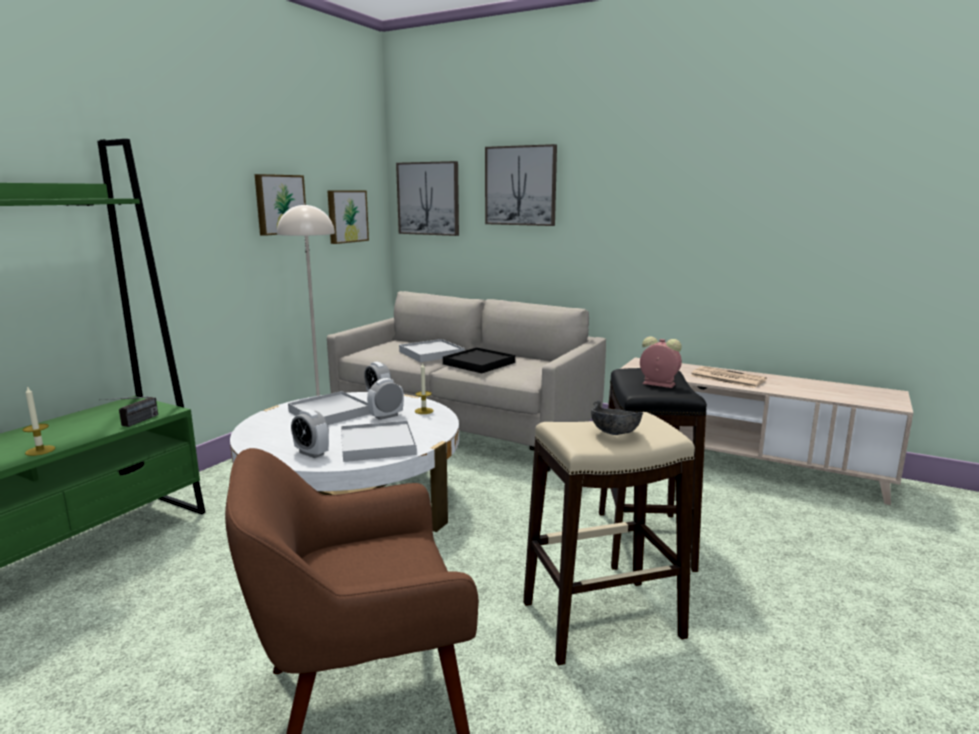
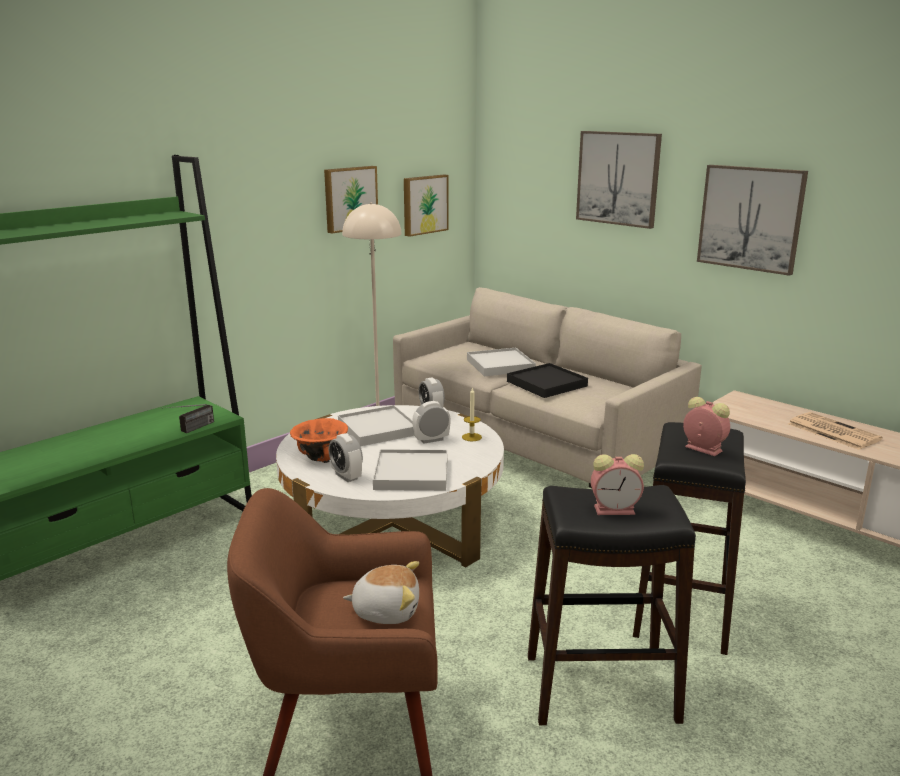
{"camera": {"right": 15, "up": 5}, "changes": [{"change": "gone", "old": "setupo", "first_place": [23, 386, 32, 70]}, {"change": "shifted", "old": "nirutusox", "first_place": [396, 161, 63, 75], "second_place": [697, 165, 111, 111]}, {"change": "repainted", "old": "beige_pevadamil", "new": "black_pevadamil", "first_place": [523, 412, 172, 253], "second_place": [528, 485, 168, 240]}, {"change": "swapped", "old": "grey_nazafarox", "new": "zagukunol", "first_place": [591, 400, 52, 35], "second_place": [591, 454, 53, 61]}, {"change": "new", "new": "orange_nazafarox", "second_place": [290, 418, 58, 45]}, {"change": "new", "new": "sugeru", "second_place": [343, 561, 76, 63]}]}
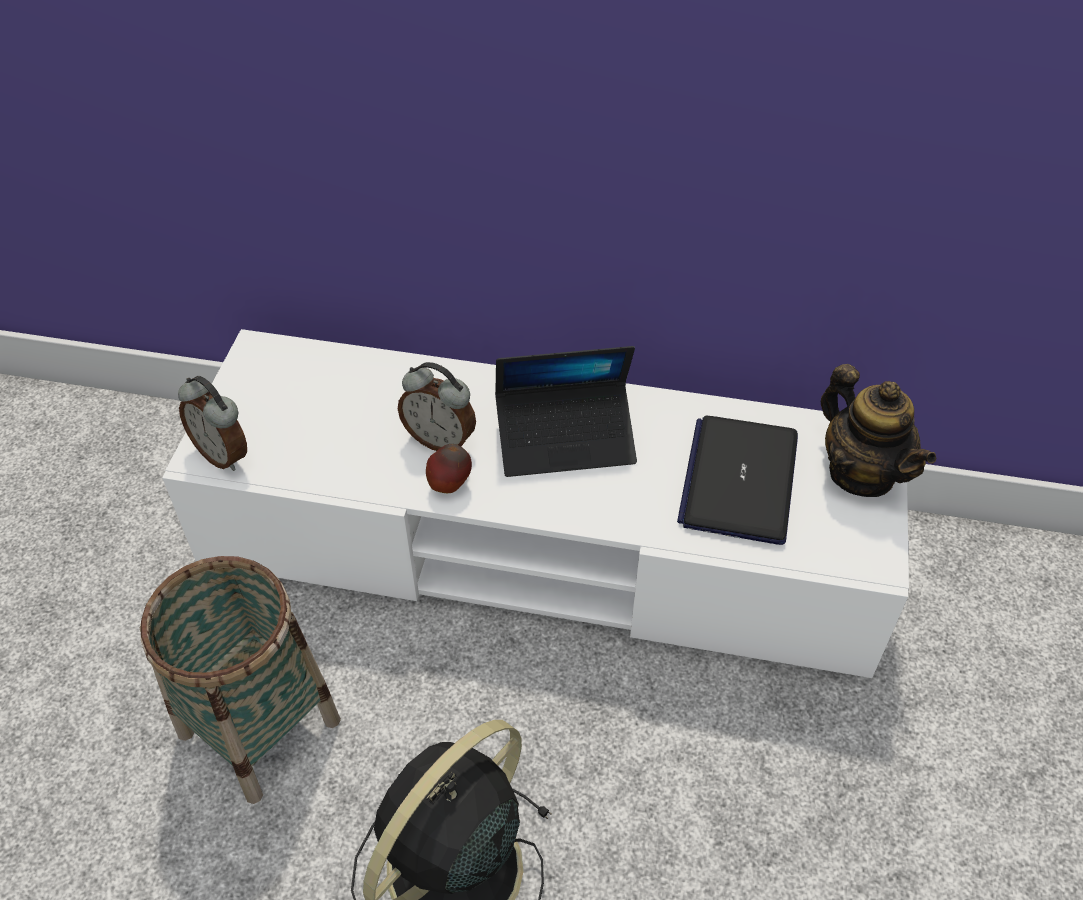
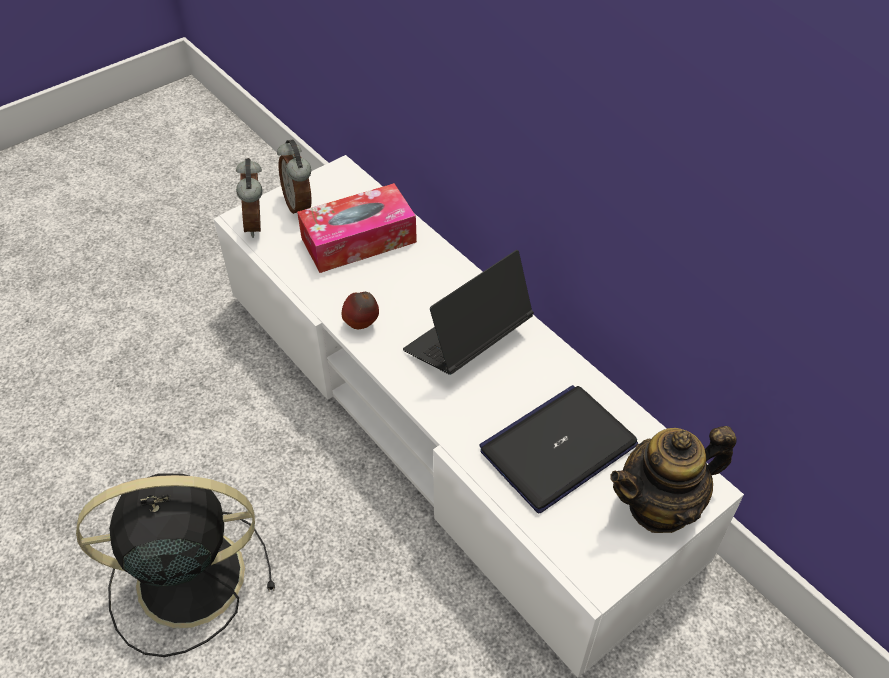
{"camera": {"right": 40, "up": 0}, "changes": [{"change": "gone", "old": "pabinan", "first_place": [140, 556, 201, 248]}, {"change": "shifted", "old": "zagukunol", "first_place": [398, 362, 78, 89], "second_place": [277, 139, 35, 75]}, {"change": "rotated", "old": "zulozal", "first_place": [495, 346, 142, 131], "second_place": [403, 250, 131, 125], "degrees": 105}, {"change": "rotated", "old": "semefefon", "first_place": [821, 364, 115, 133], "second_place": [610, 426, 127, 107], "degrees": 60}, {"change": "new", "new": "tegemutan", "second_place": [297, 183, 120, 90]}]}
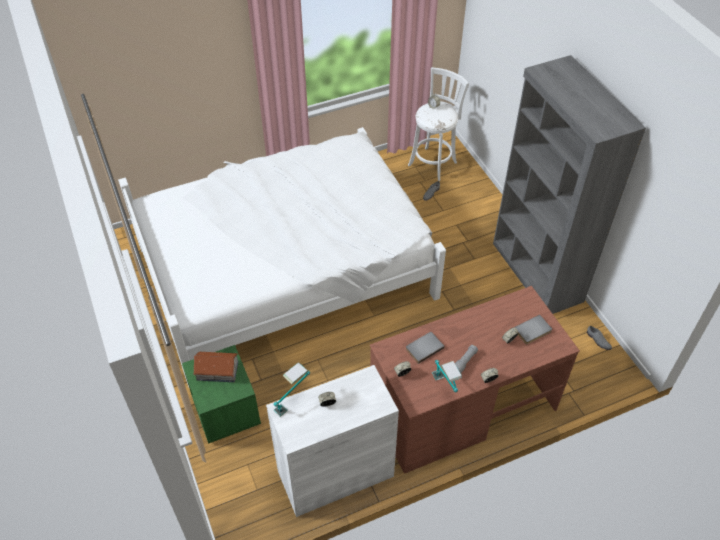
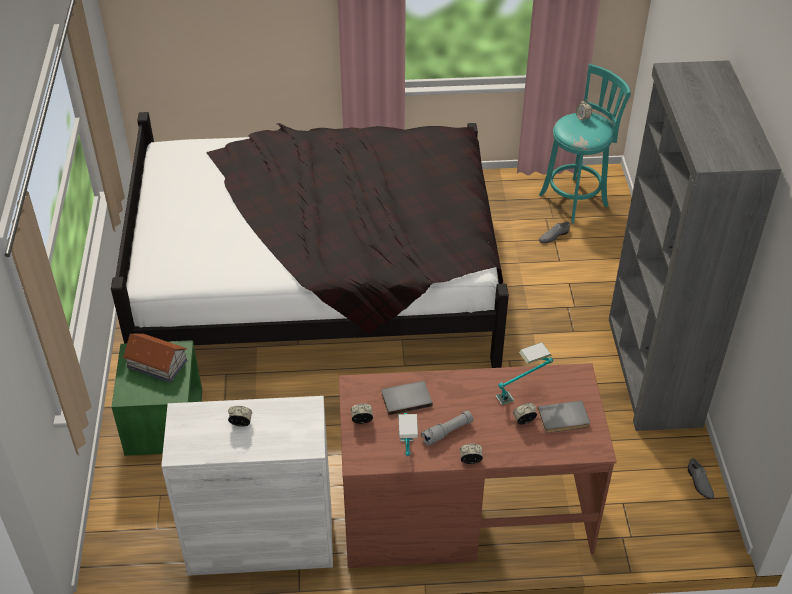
{"camera": {"right": 20, "up": -5}, "changes": [{"change": "repainted", "old": "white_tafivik", "new": "black_tafivik", "first_place": [118, 127, 328, 260], "second_place": [111, 112, 398, 256]}, {"change": "shifted", "old": "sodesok", "first_place": [273, 362, 37, 55], "second_place": [496, 342, 57, 63]}, {"change": "repainted", "old": "white_pevadamil", "new": "turquoise_pevadamil", "first_place": [408, 67, 61, 114], "second_place": [539, 64, 92, 159]}]}
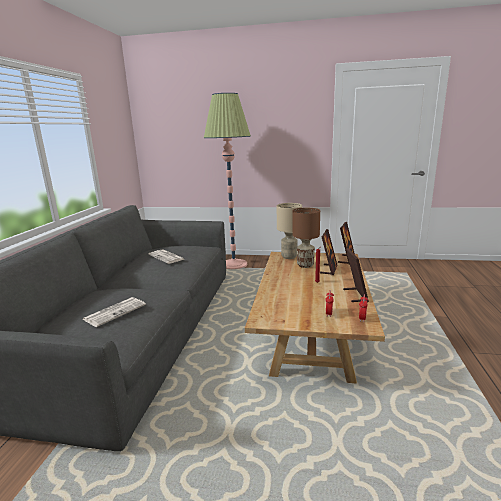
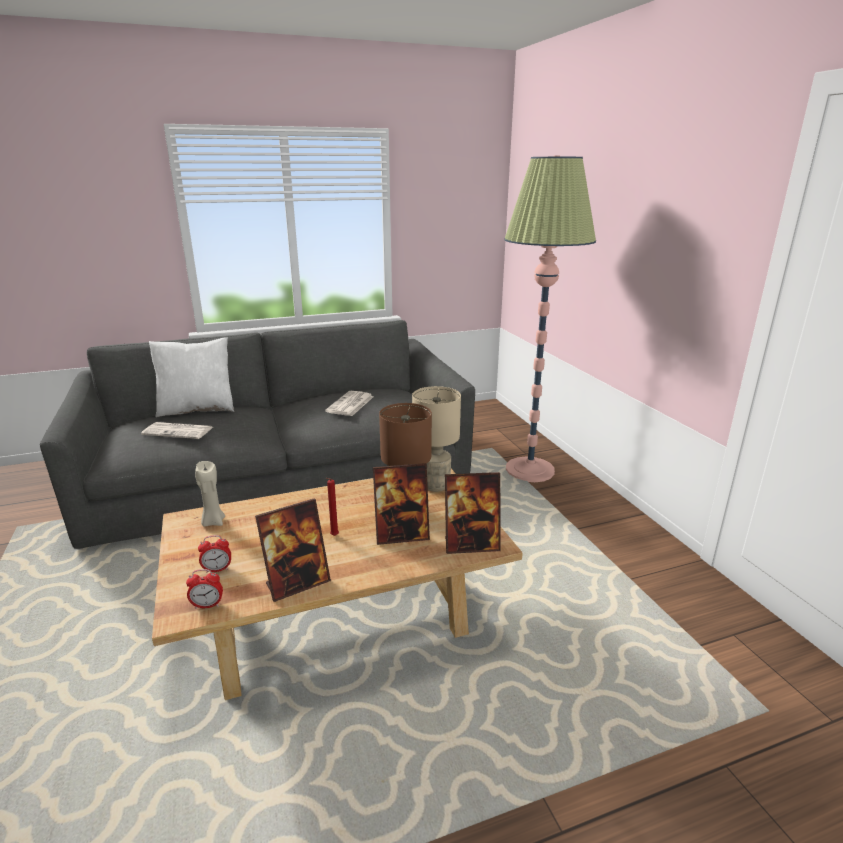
{"camera": {"right": 60, "up": 5}, "changes": [{"change": "new", "new": "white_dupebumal", "second_place": [149, 337, 85, 80]}, {"change": "new", "new": "beige_setupo", "second_place": [195, 461, 30, 66]}]}
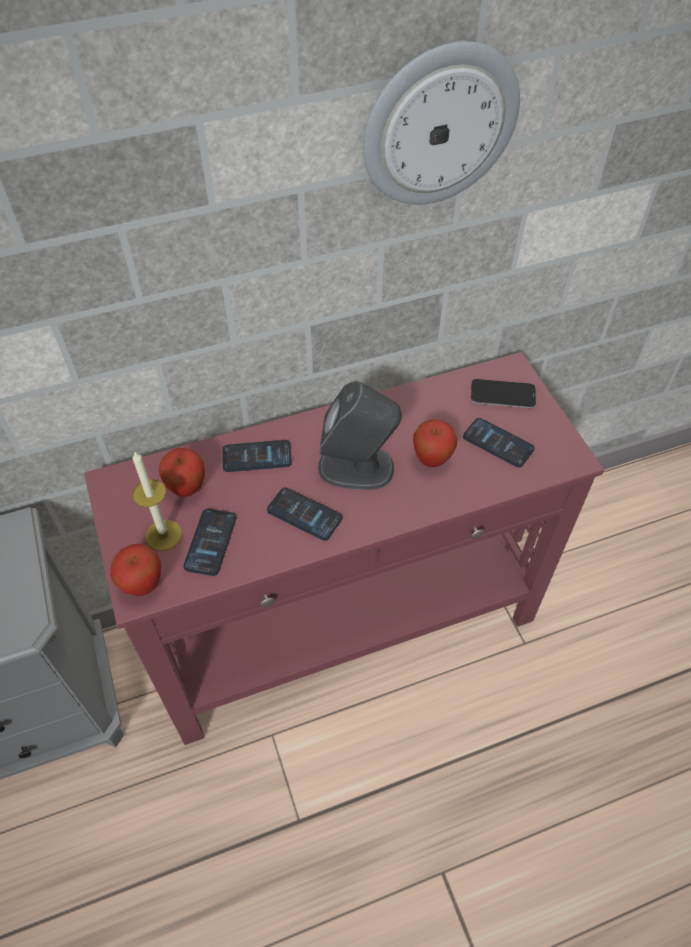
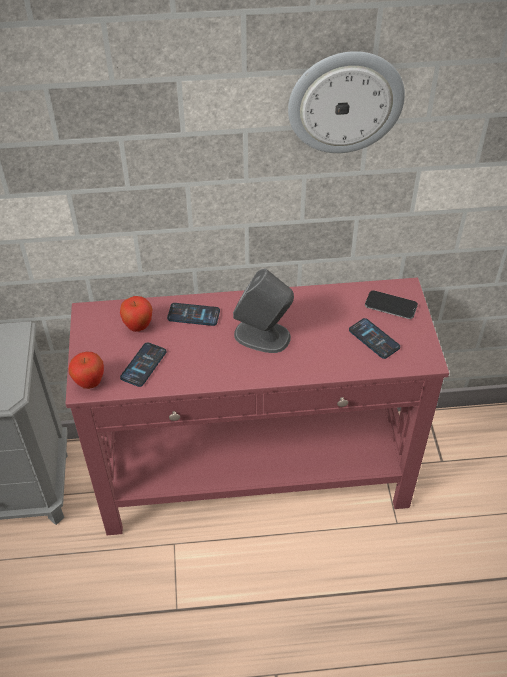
{"camera": {"right": 15, "up": -5}, "changes": [{"change": "gone", "old": "setupo", "first_place": [132, 451, 50, 100]}, {"change": "gone", "old": "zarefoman", "first_place": [267, 488, 75, 52]}, {"change": "gone", "old": "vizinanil", "first_place": [413, 419, 44, 48]}]}
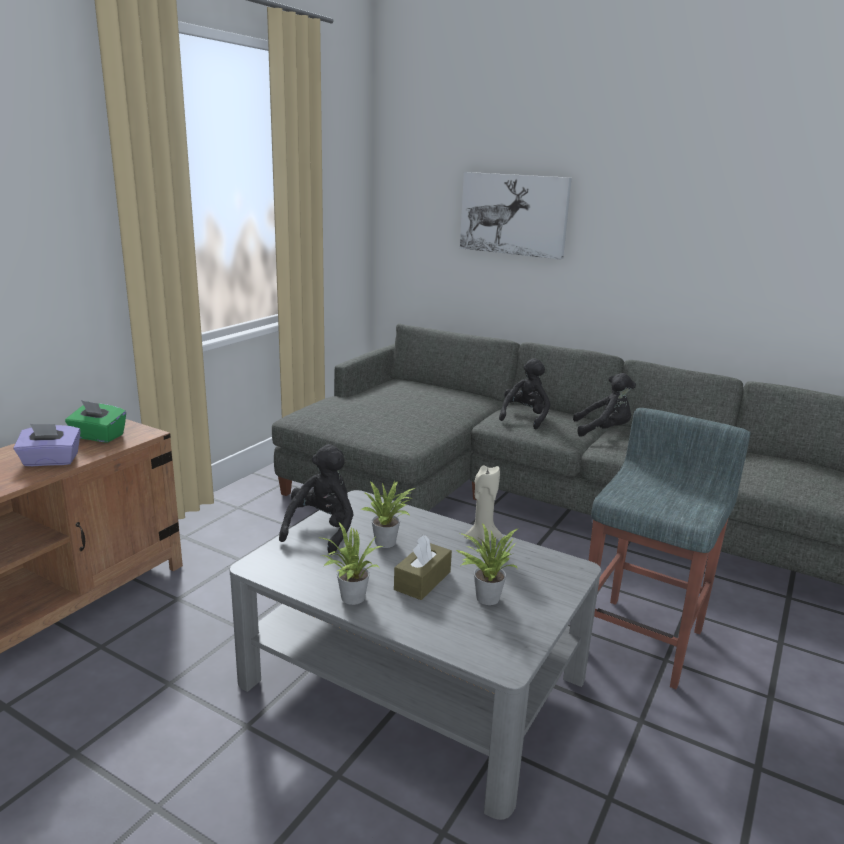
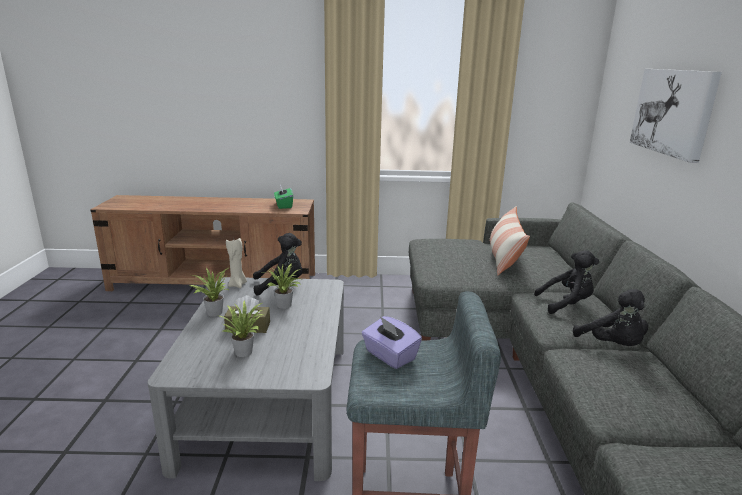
{"camera": {"right": 60, "up": 0}, "changes": [{"change": "shifted", "old": "purple_tegemutan", "first_place": [14, 424, 67, 42], "second_place": [362, 316, 60, 53]}, {"change": "shifted", "old": "beige_setupo", "first_place": [464, 466, 39, 78], "second_place": [226, 236, 21, 52]}, {"change": "new", "new": "dupebumal", "second_place": [489, 206, 41, 70]}]}
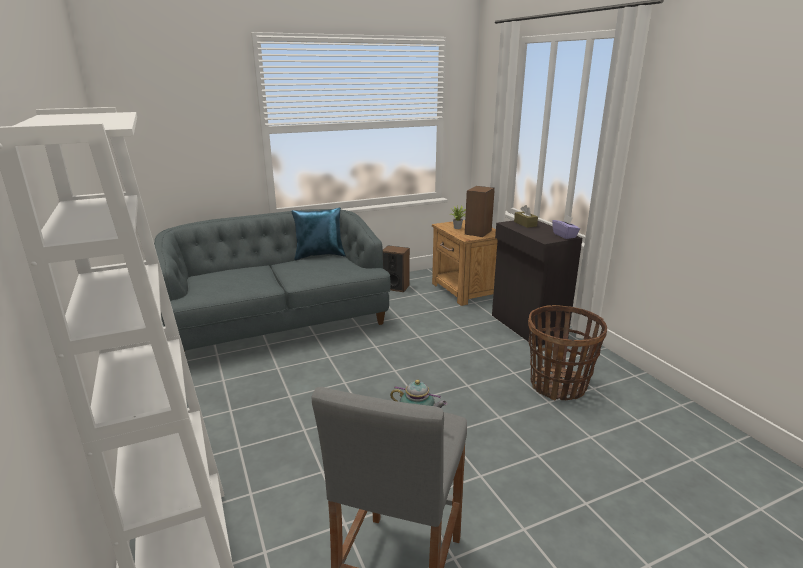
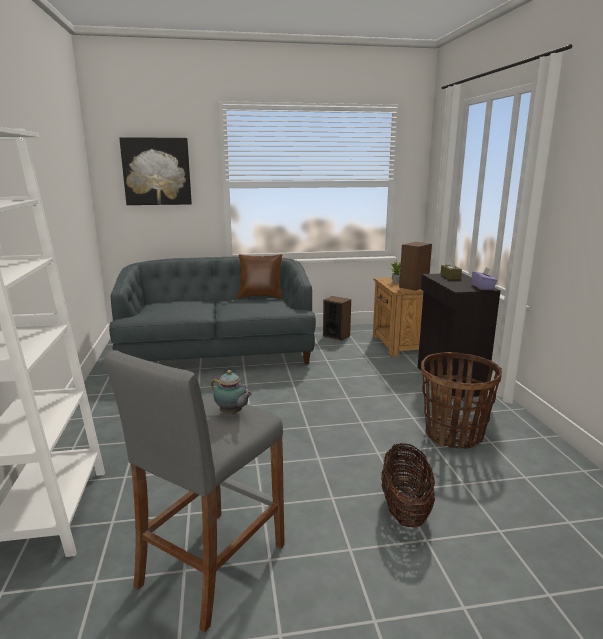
{"camera": {"right": 15, "up": -5}, "changes": [{"change": "repainted", "old": "blue_dupebumal", "new": "brown_dupebumal", "first_place": [291, 207, 55, 53], "second_place": [237, 254, 46, 45]}, {"change": "new", "new": "nirutusox", "second_place": [119, 137, 73, 68]}, {"change": "new", "new": "pabinan", "second_place": [381, 443, 54, 85]}]}
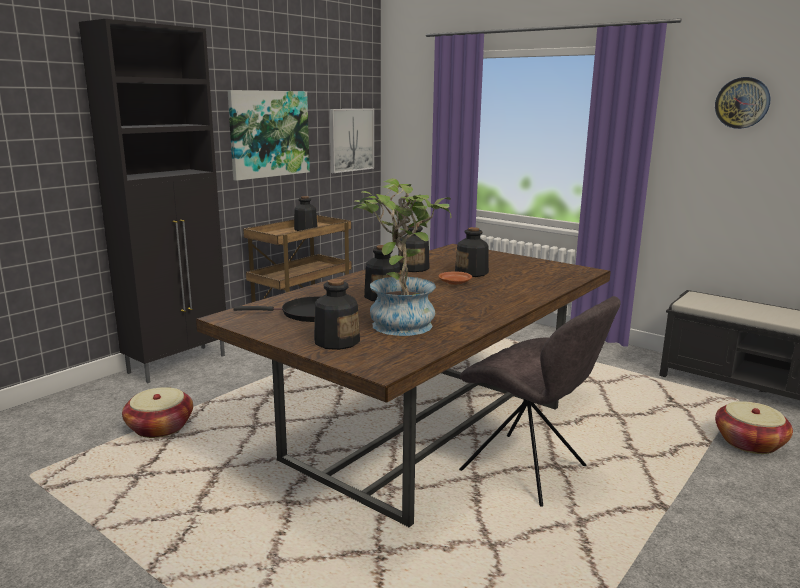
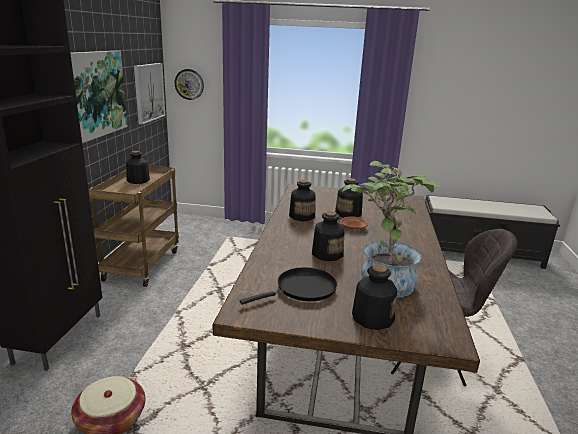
{"camera": {"right": -30, "up": 5}, "changes": [{"change": "shifted", "old": "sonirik", "first_place": [715, 77, 56, 52], "second_place": [175, 69, 29, 31]}, {"change": "gone", "old": "pabinan", "first_place": [715, 401, 78, 53]}]}
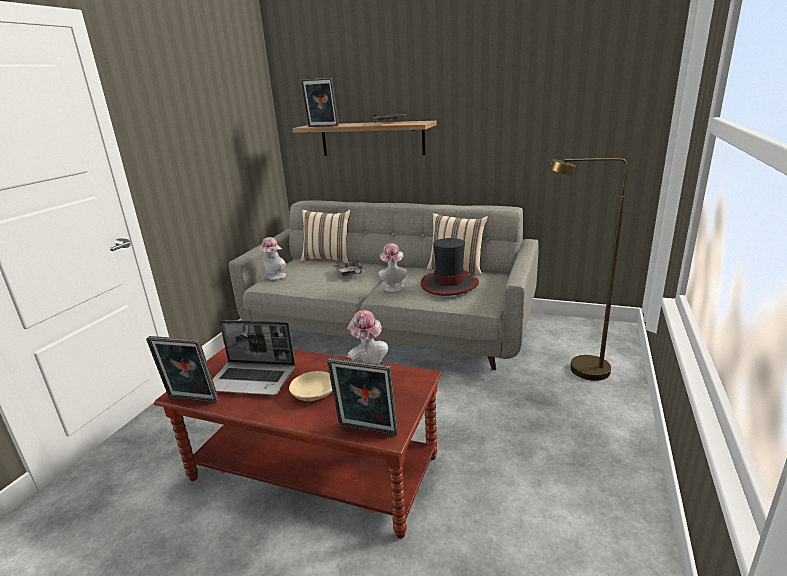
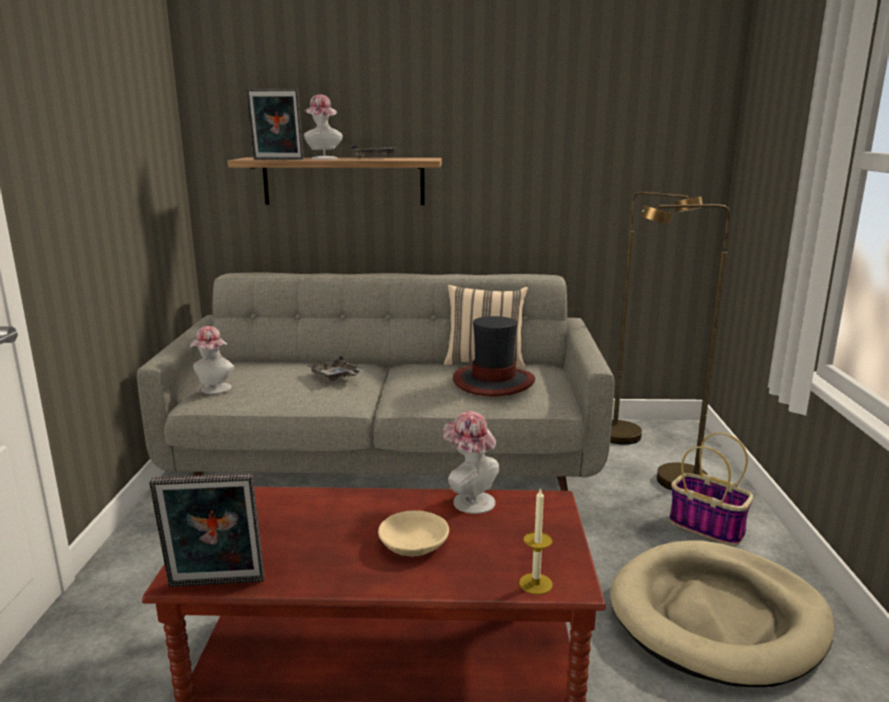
{"camera": {"right": -20, "up": -5}, "changes": [{"change": "gone", "old": "zulozal", "first_place": [213, 320, 82, 75]}, {"change": "gone", "old": "beige_dupebumal", "first_place": [300, 210, 51, 53]}, {"change": "swapped", "old": "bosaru", "new": "setupo", "first_place": [327, 358, 71, 78], "second_place": [519, 488, 34, 107]}, {"change": "shifted", "old": "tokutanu", "first_place": [378, 243, 30, 49], "second_place": [304, 94, 39, 65]}, {"change": "new", "new": "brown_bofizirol", "second_place": [610, 192, 93, 253]}, {"change": "new", "new": "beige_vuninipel", "second_place": [610, 540, 224, 147]}, {"change": "new", "new": "pabinan", "second_place": [669, 432, 84, 114]}]}
